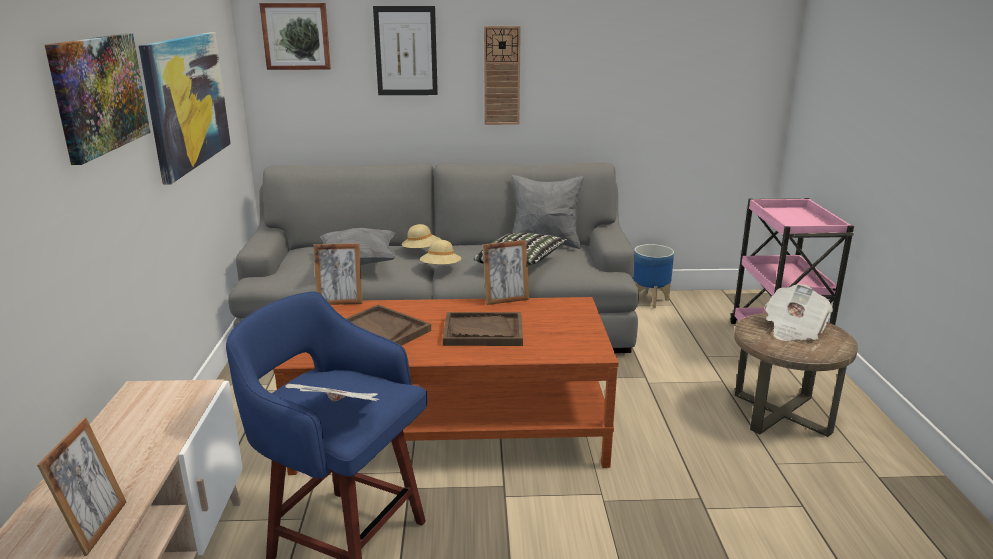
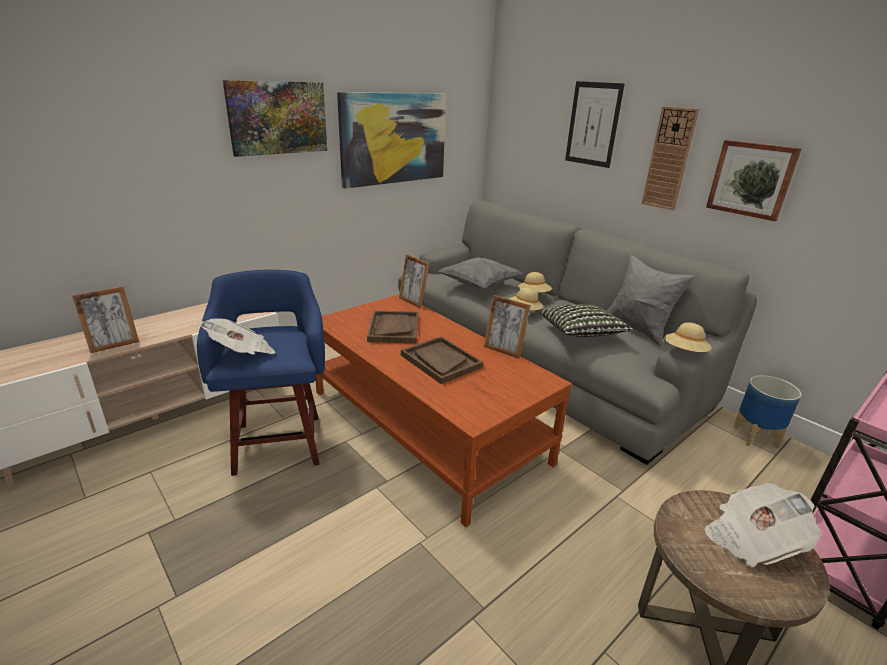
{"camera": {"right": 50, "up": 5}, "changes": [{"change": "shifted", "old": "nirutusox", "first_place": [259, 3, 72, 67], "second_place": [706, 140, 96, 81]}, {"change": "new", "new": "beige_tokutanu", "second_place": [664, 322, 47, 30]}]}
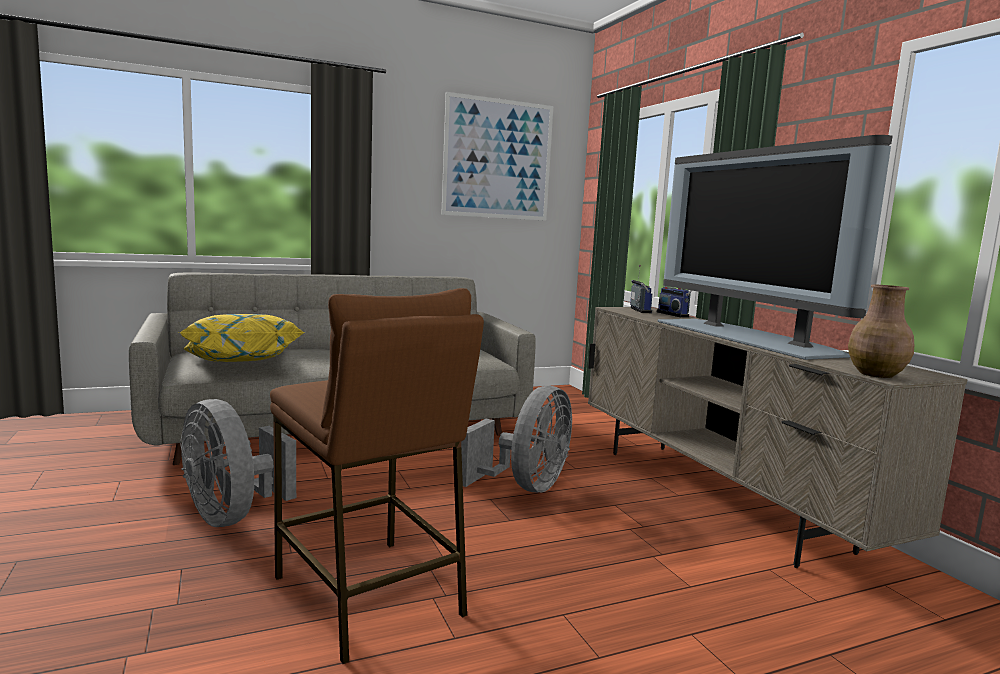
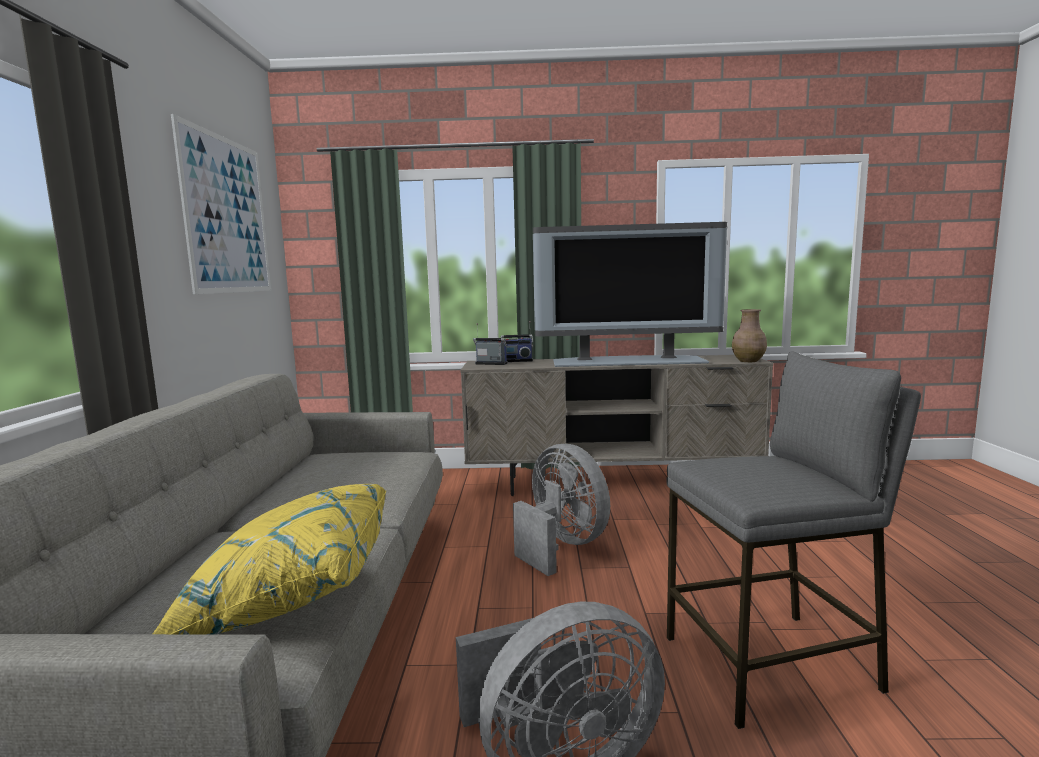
{"camera": {"right": -65, "up": 0}, "changes": [{"change": "repainted", "old": "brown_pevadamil", "new": "grey_pevadamil", "first_place": [270, 288, 214, 376], "second_place": [666, 351, 255, 378]}]}
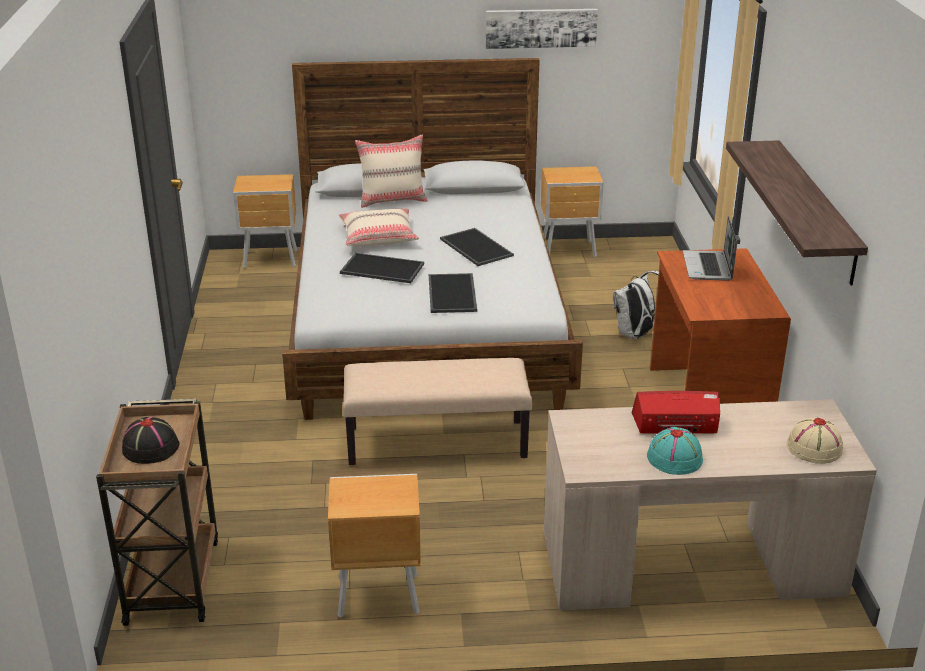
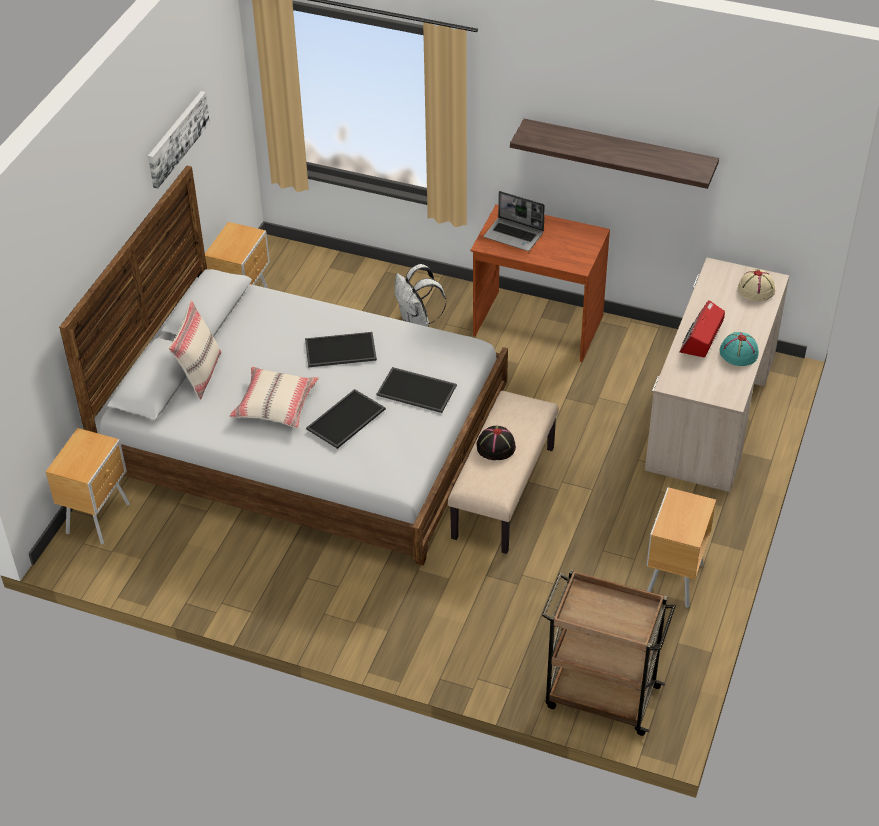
{"camera": {"right": -65, "up": 15}, "changes": [{"change": "shifted", "old": "black_tokutanu", "first_place": [122, 417, 58, 47], "second_place": [476, 425, 40, 35]}]}
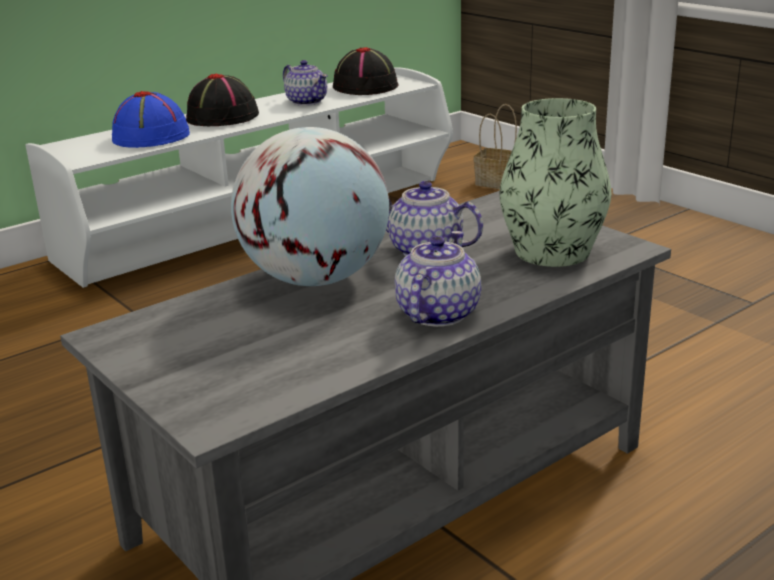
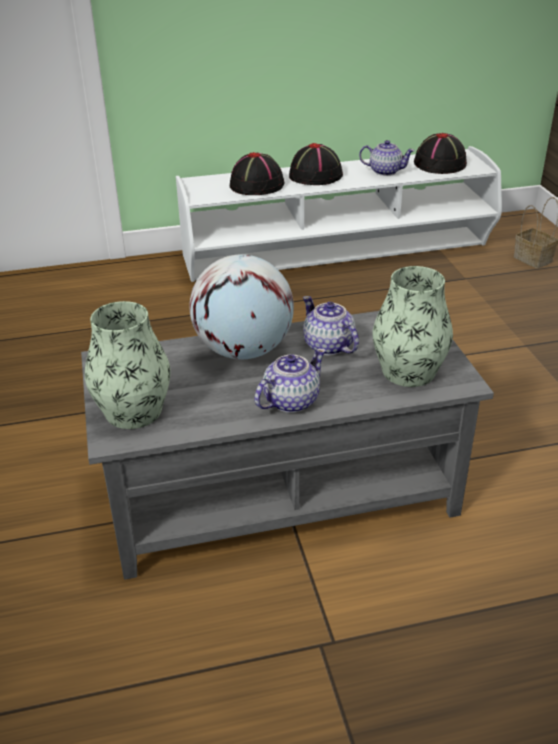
{"camera": {"right": 25, "up": 10}, "changes": [{"change": "repainted", "old": "blue_tokutanu", "new": "black_tokutanu", "first_place": [112, 91, 78, 57], "second_place": [230, 152, 55, 43]}, {"change": "rotated", "old": "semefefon", "first_place": [283, 60, 45, 46], "second_place": [359, 140, 56, 36], "degrees": -60}, {"change": "new", "new": "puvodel", "second_place": [85, 301, 86, 128]}]}
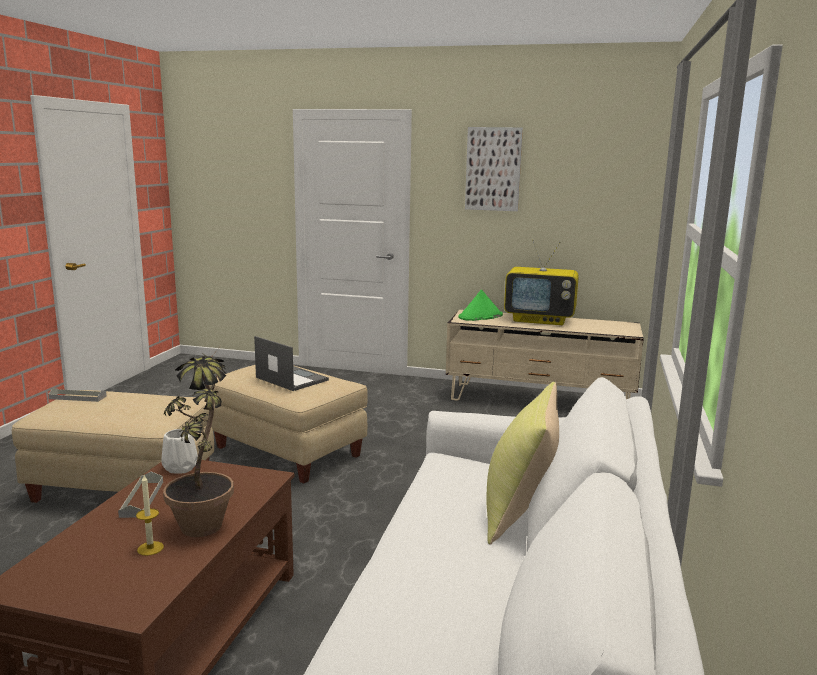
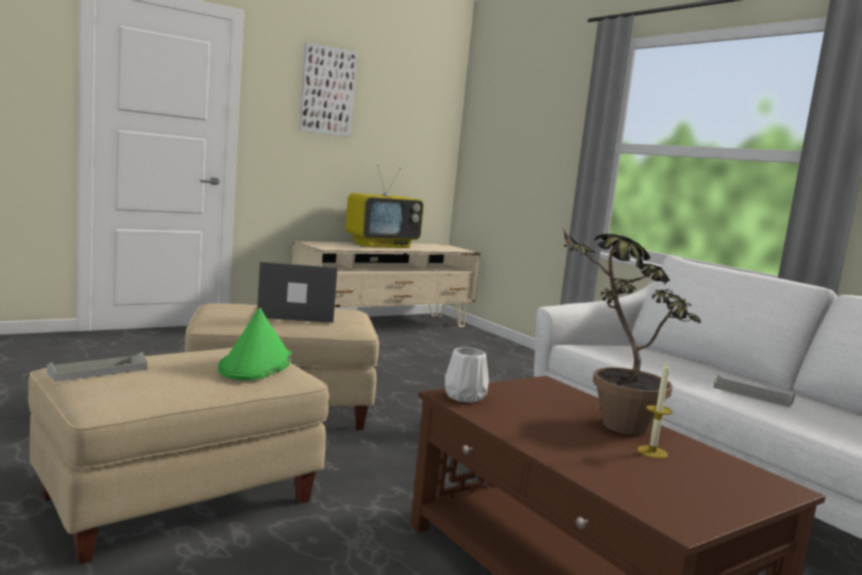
{"camera": {"right": -50, "up": -5}, "changes": [{"change": "shifted", "old": "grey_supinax", "first_place": [118, 472, 45, 46], "second_place": [713, 374, 82, 34]}, {"change": "shifted", "old": "green_tokutanu", "first_place": [458, 289, 45, 32], "second_place": [218, 308, 75, 72]}, {"change": "gone", "old": "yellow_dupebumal", "first_place": [486, 382, 73, 163]}]}
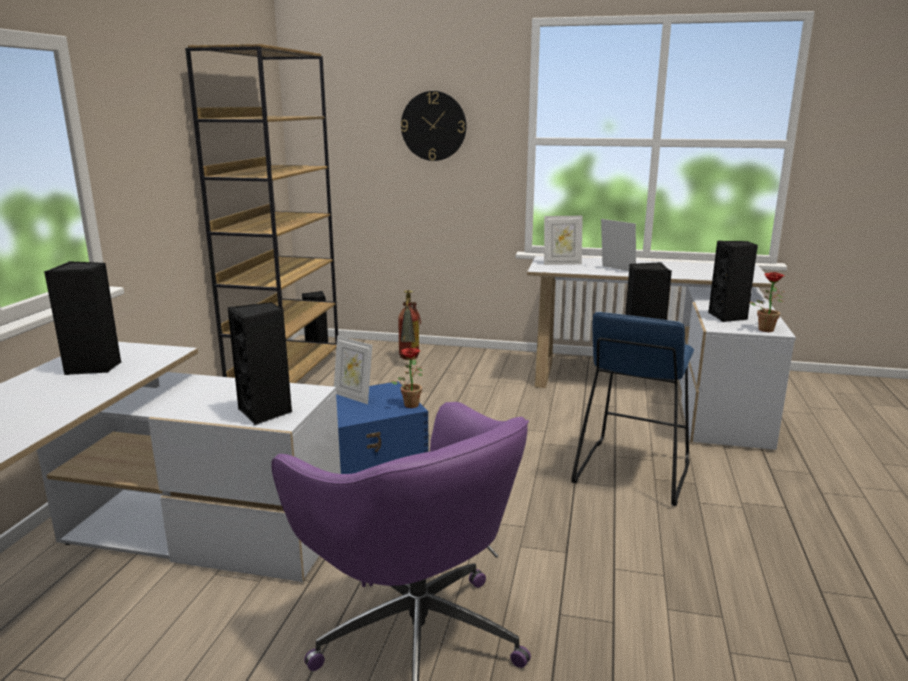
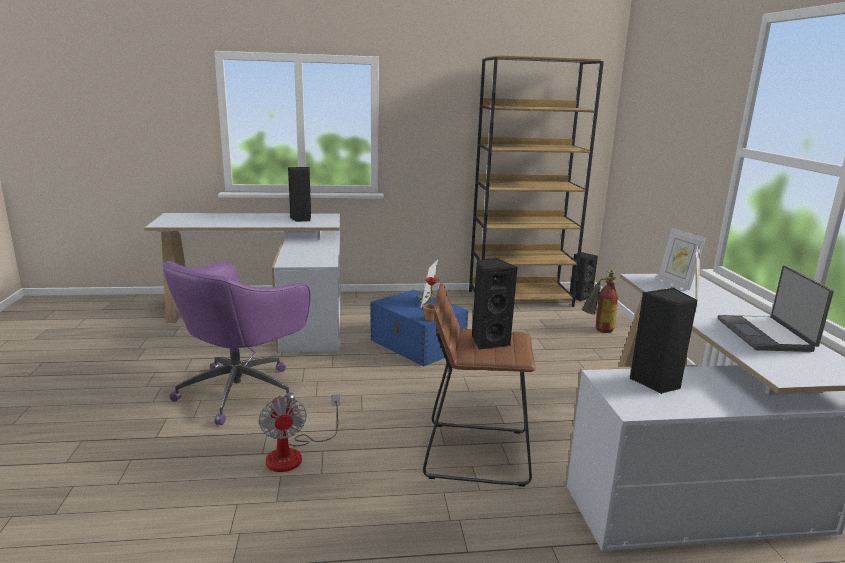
{"camera": {"right": 70, "up": 0}, "changes": [{"change": "gone", "old": "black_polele", "first_place": [228, 302, 64, 123]}, {"change": "gone", "old": "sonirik", "first_place": [401, 91, 65, 70]}, {"change": "repainted", "old": "blue_pevadamil", "new": "brown_pevadamil", "first_place": [571, 312, 123, 194], "second_place": [423, 283, 113, 204]}, {"change": "gone", "old": "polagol", "first_place": [749, 272, 35, 60]}, {"change": "new", "new": "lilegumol", "second_place": [259, 394, 81, 78]}, {"change": "new", "new": "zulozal", "second_place": [718, 265, 116, 87]}]}
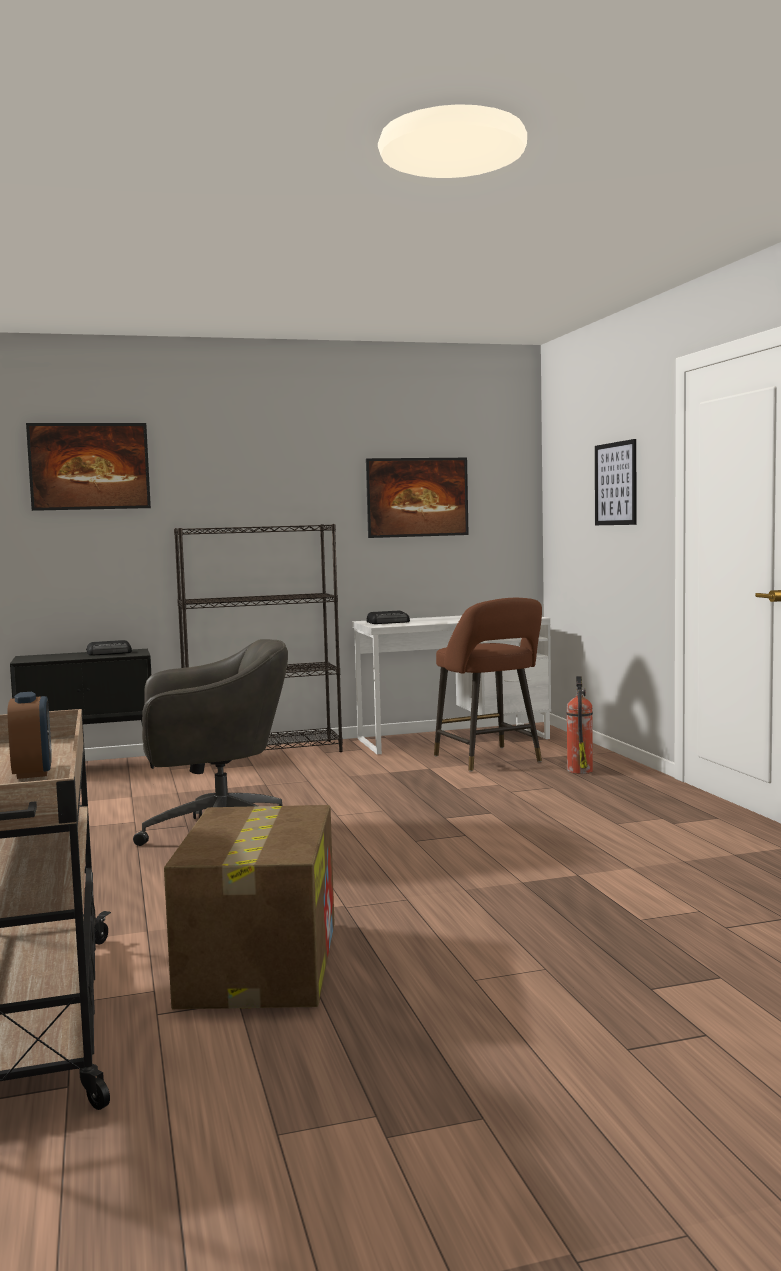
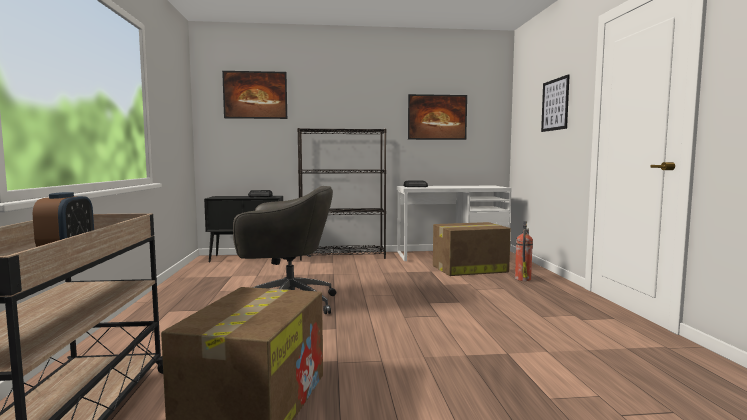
{"camera": {"right": 10, "up": 0}, "changes": [{"change": "swapped", "old": "brown_pevadamil", "new": "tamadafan", "first_place": [434, 598, 108, 174], "second_place": [433, 222, 78, 54]}]}
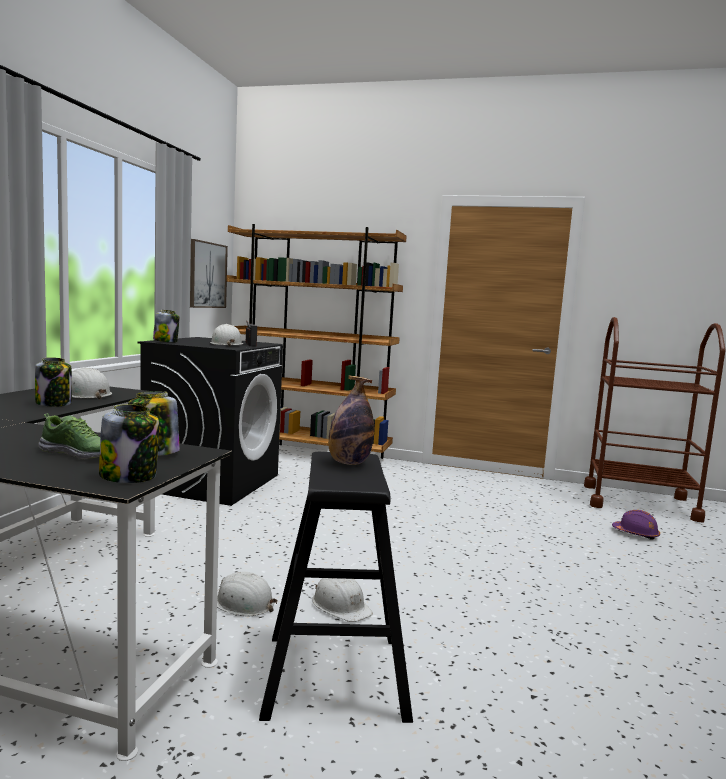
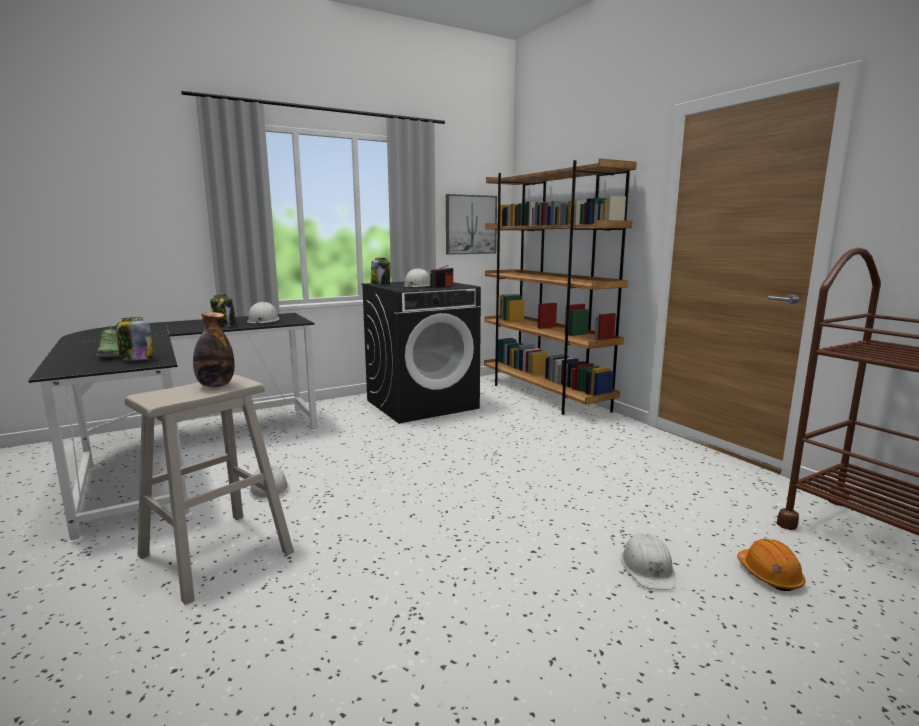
{"camera": {"right": 45, "up": 5}, "changes": [{"change": "gone", "old": "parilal", "first_place": [99, 404, 60, 79]}, {"change": "repainted", "old": "black_pevadamil", "new": "beige_pevadamil", "first_place": [259, 452, 154, 271], "second_place": [125, 375, 169, 230]}, {"change": "shifted", "old": "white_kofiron", "first_place": [312, 578, 61, 44], "second_place": [621, 533, 54, 57]}, {"change": "repainted", "old": "purple_kofiron", "new": "orange_kofiron", "first_place": [612, 510, 48, 30], "second_place": [737, 539, 68, 52]}]}
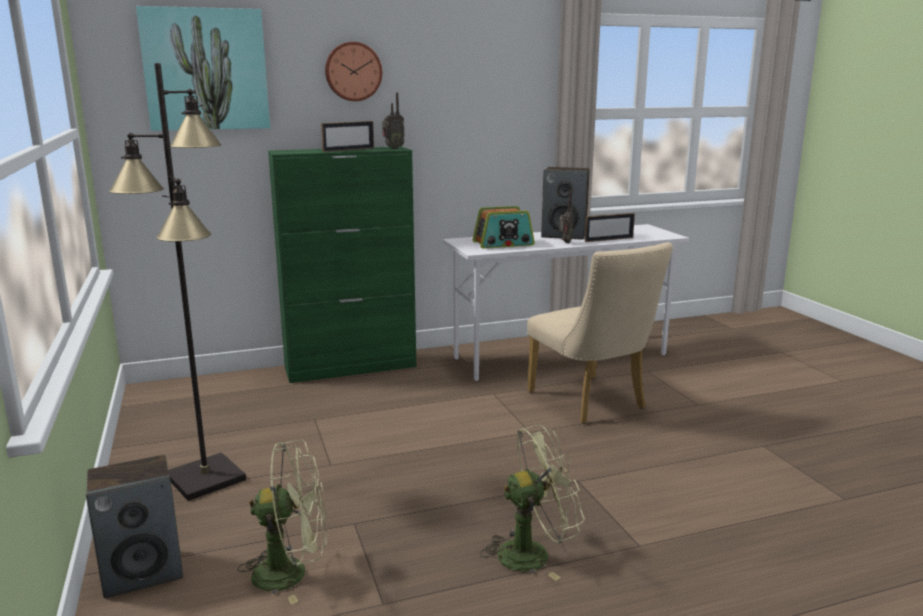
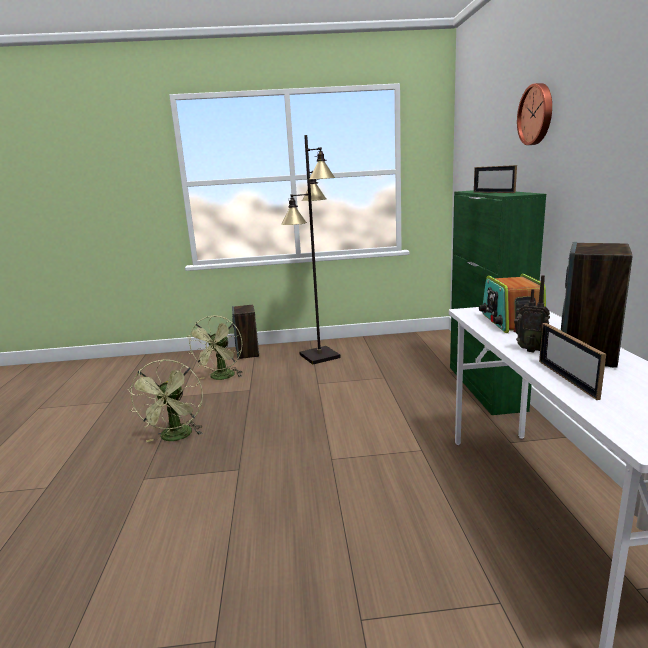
{"camera": {"right": 105, "up": 0}, "changes": [{"change": "gone", "old": "nirutusox", "first_place": [136, 6, 134, 125]}, {"change": "gone", "old": "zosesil", "first_place": [382, 93, 23, 56]}, {"change": "gone", "old": "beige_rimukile", "first_place": [527, 242, 146, 182]}]}
